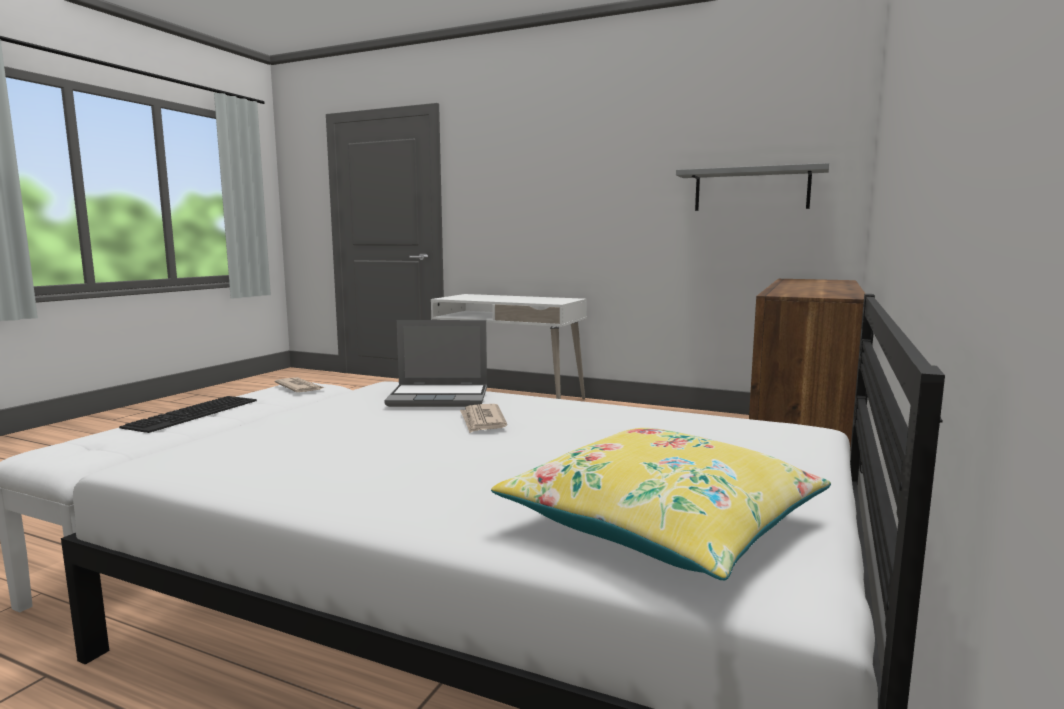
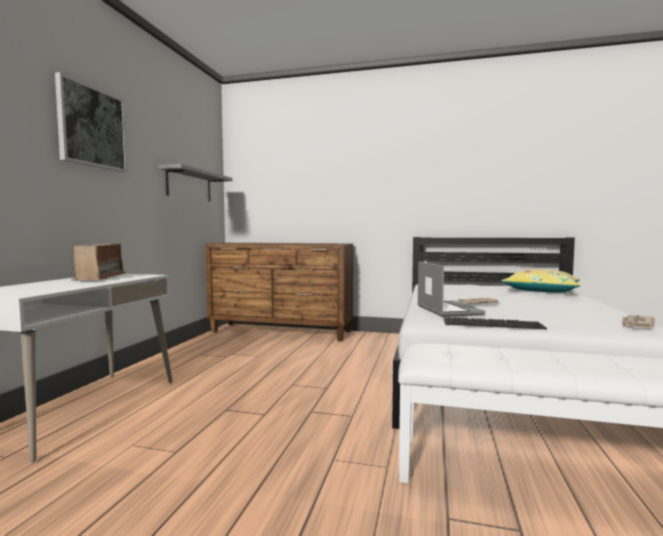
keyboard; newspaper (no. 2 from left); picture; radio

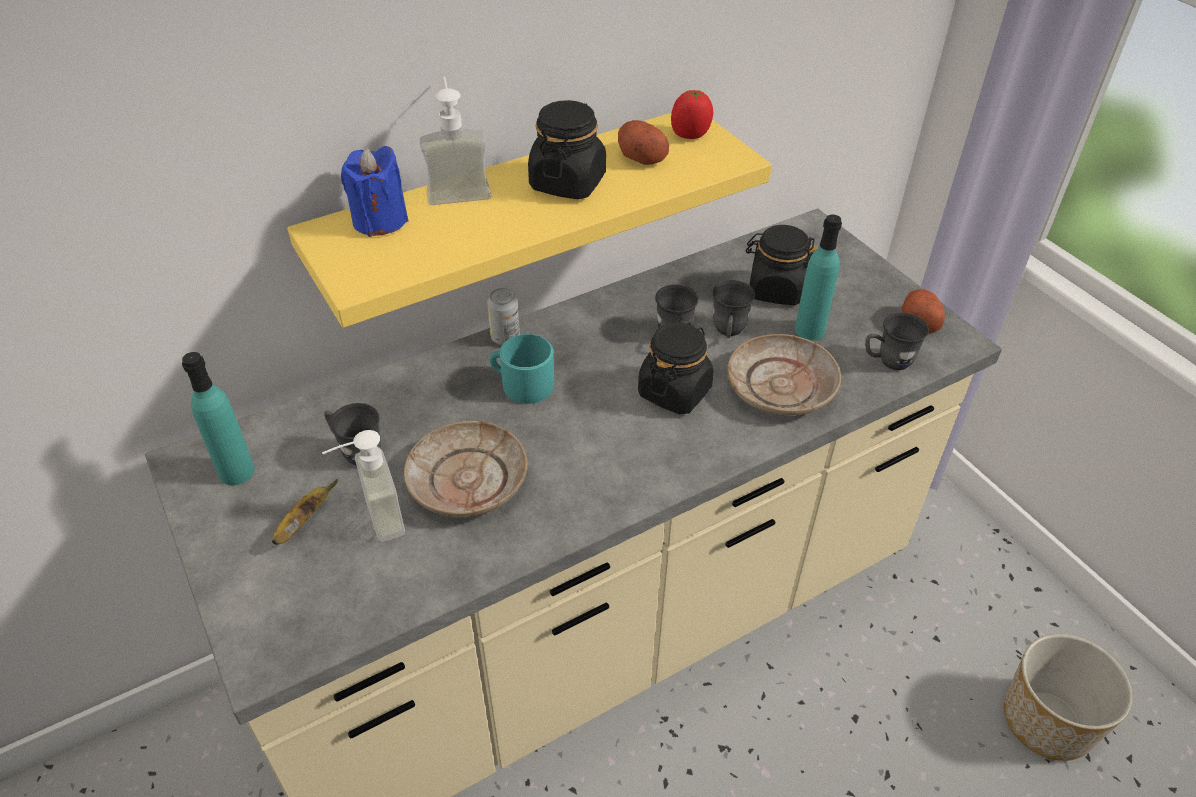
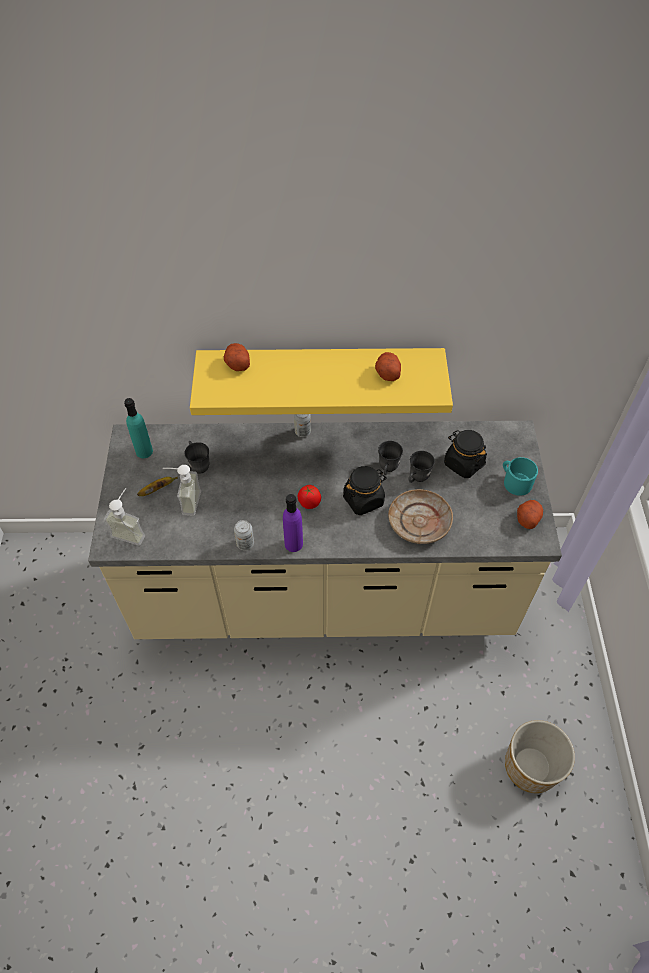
potato (no. 1 from left); beige plate (no. 1 from left in the first image); soap dispenser (no. 1 from left); turquoise mug; black jar (no. 1 from left in the first image); tomato; turquoise bottle (no. 2 from left in the first image); grey mug (no. 4 from left in the first image); can (no. 1 from left); purple bottle

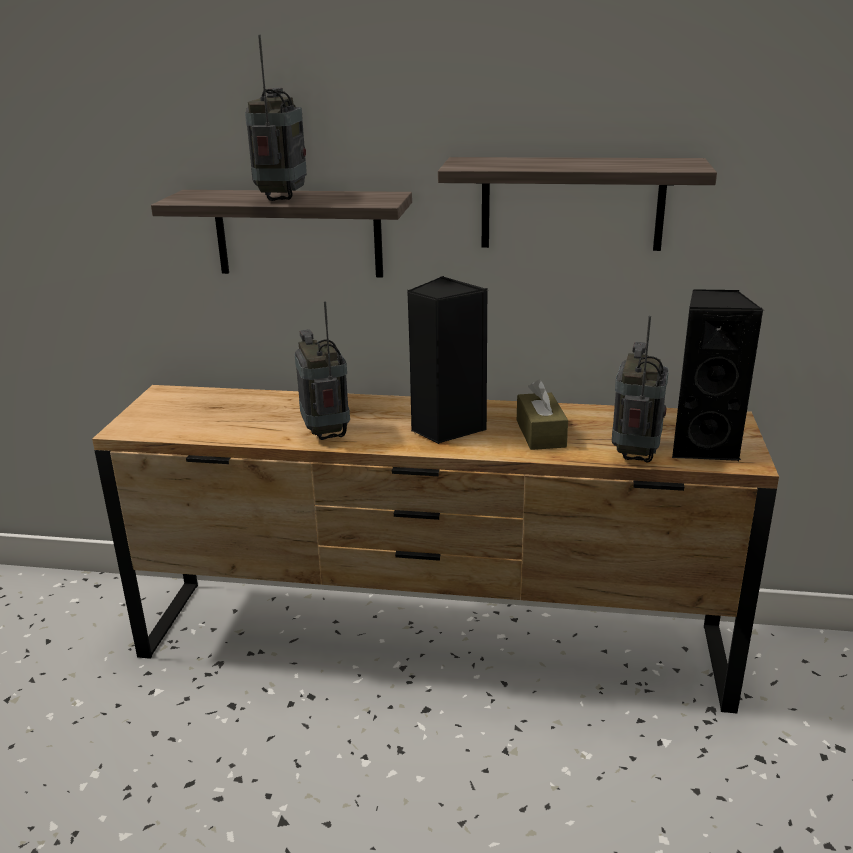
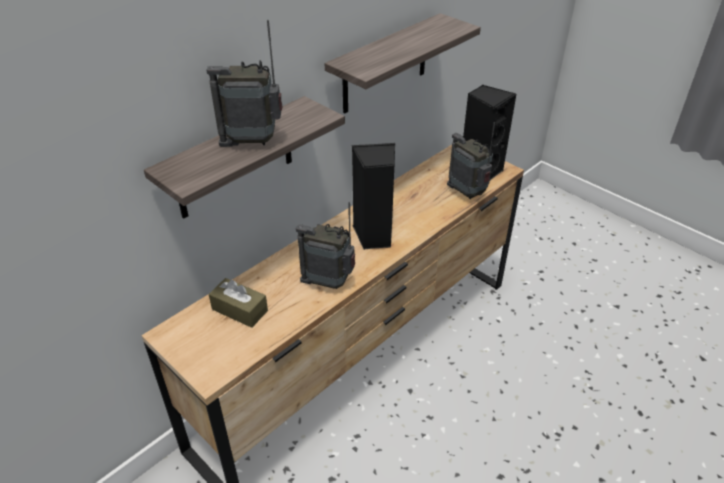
radio (no. 1 from left); brown tissue box

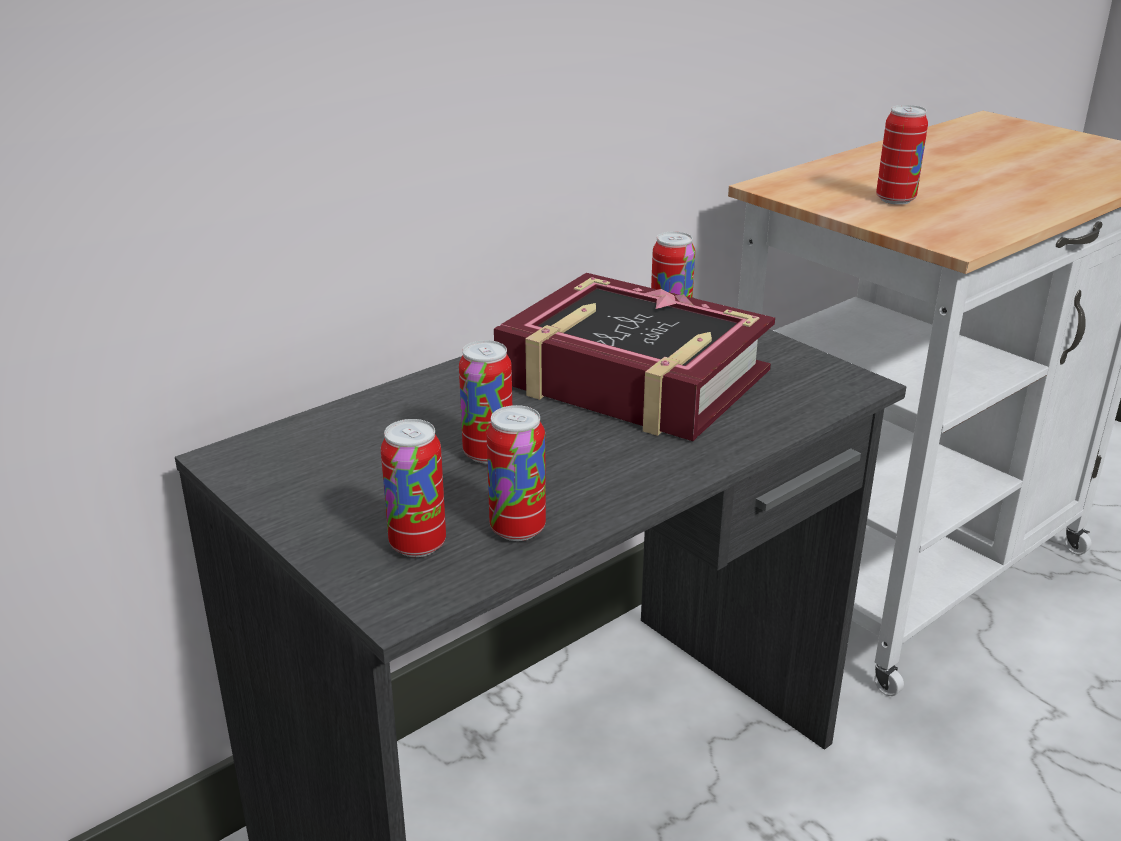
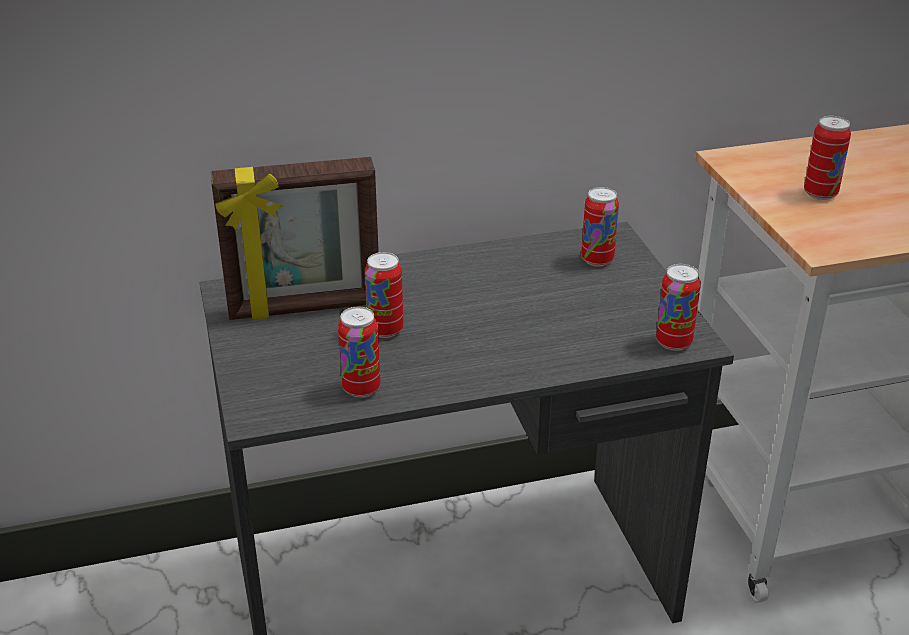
can (no. 4 from left); book; picture frame

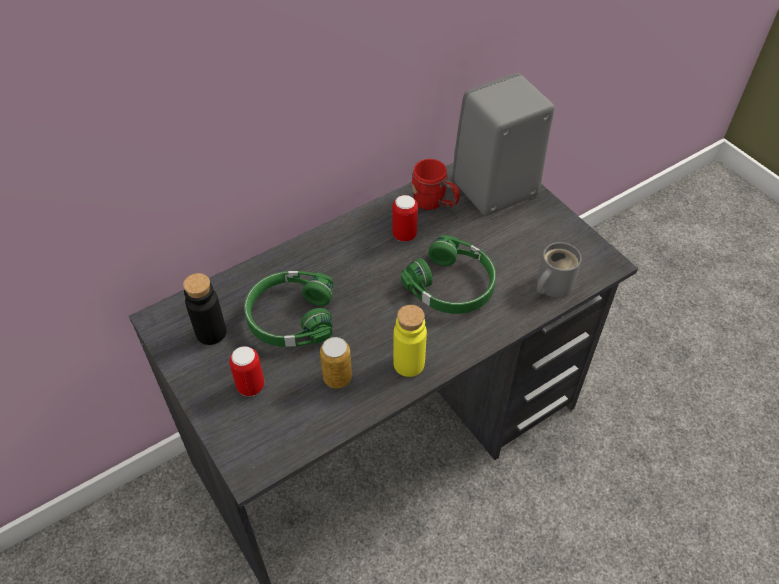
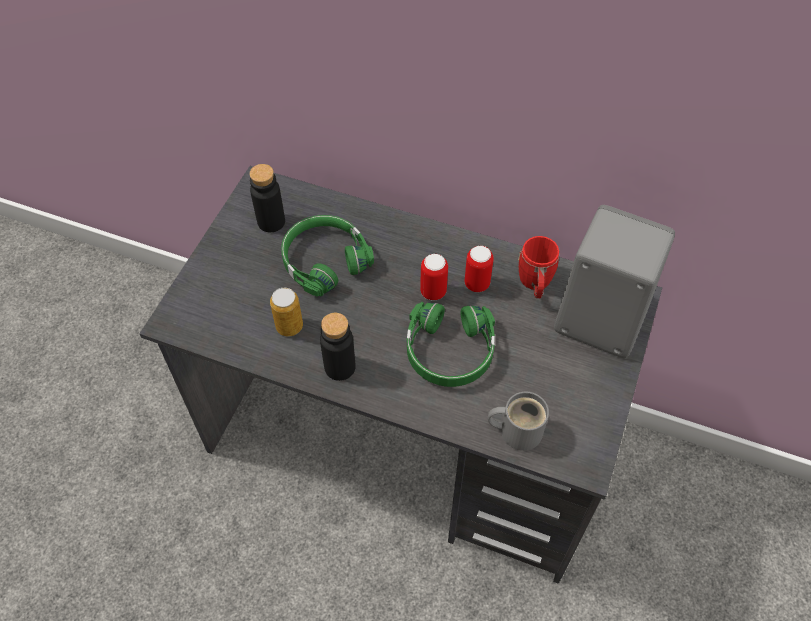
can (no. 2 from left); black bottle (no. 2 from left)

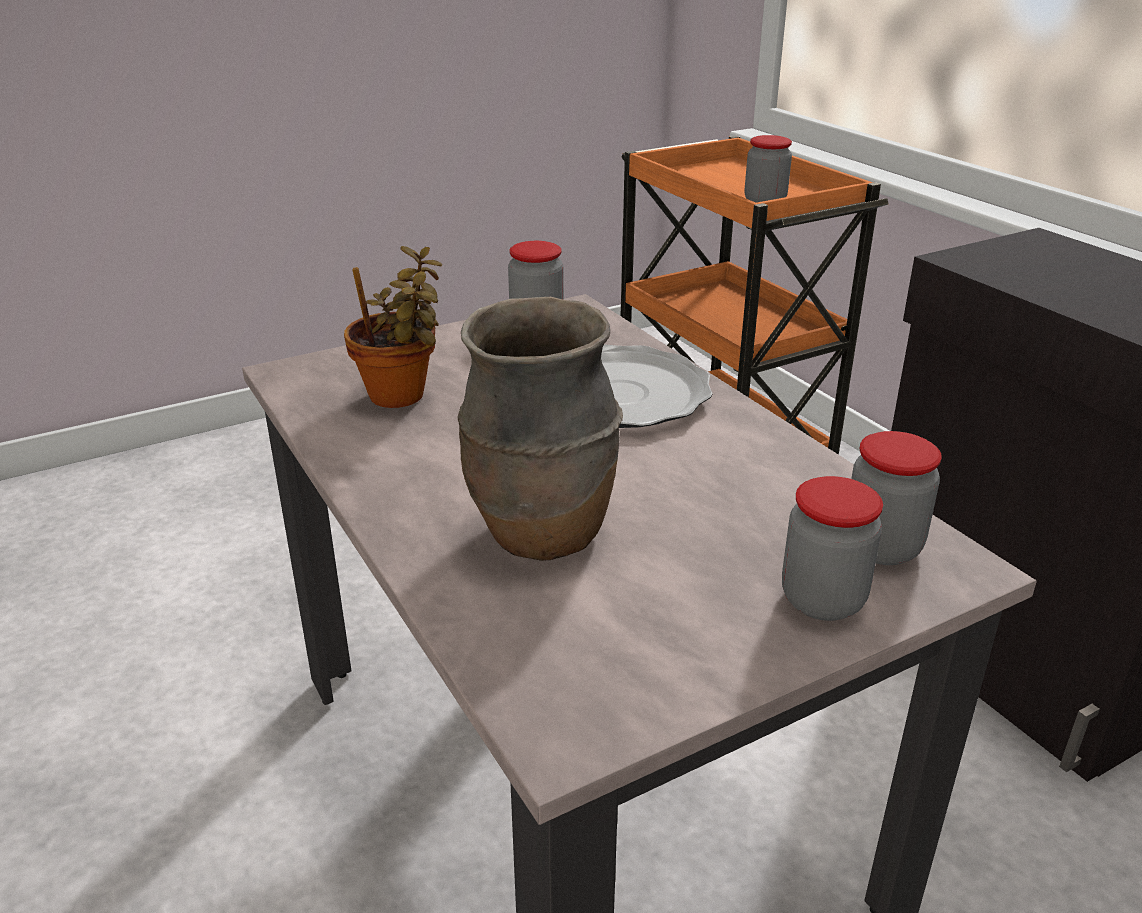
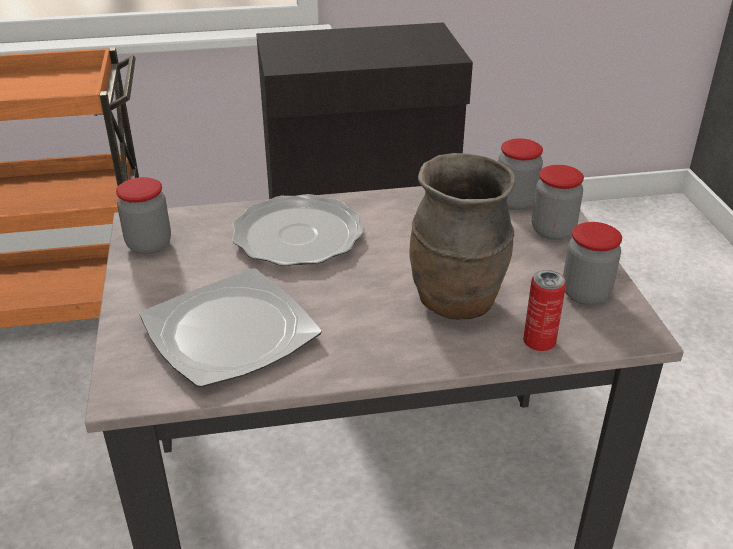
plate (no. 1 from left); jar (no. 4 from left); can

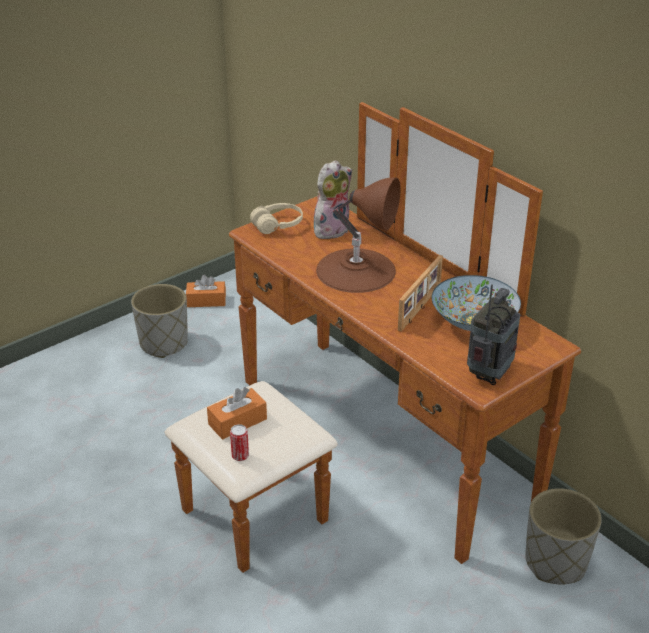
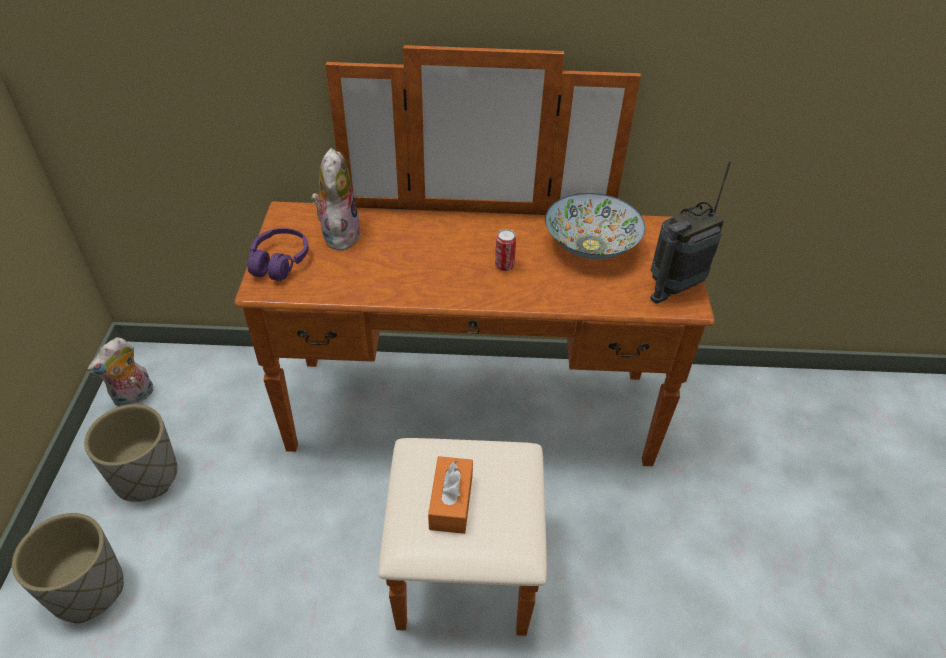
plush toy (no. 1 from left); can; purple headphones; brown table lamp; picture frame; radio; grey planter (no. 1 from left)

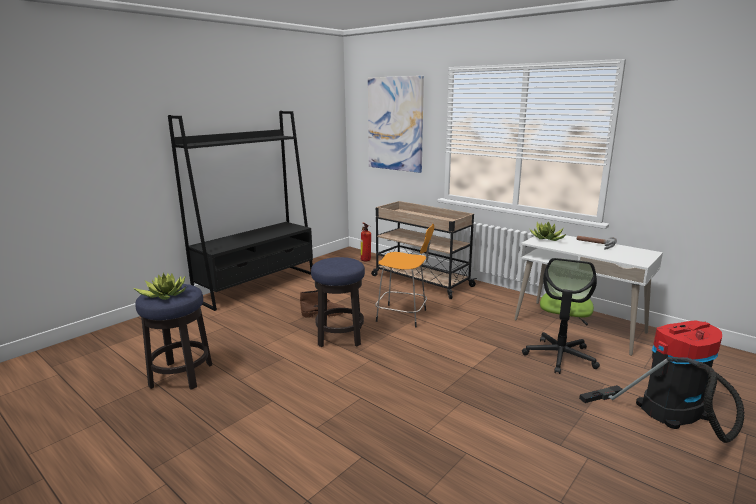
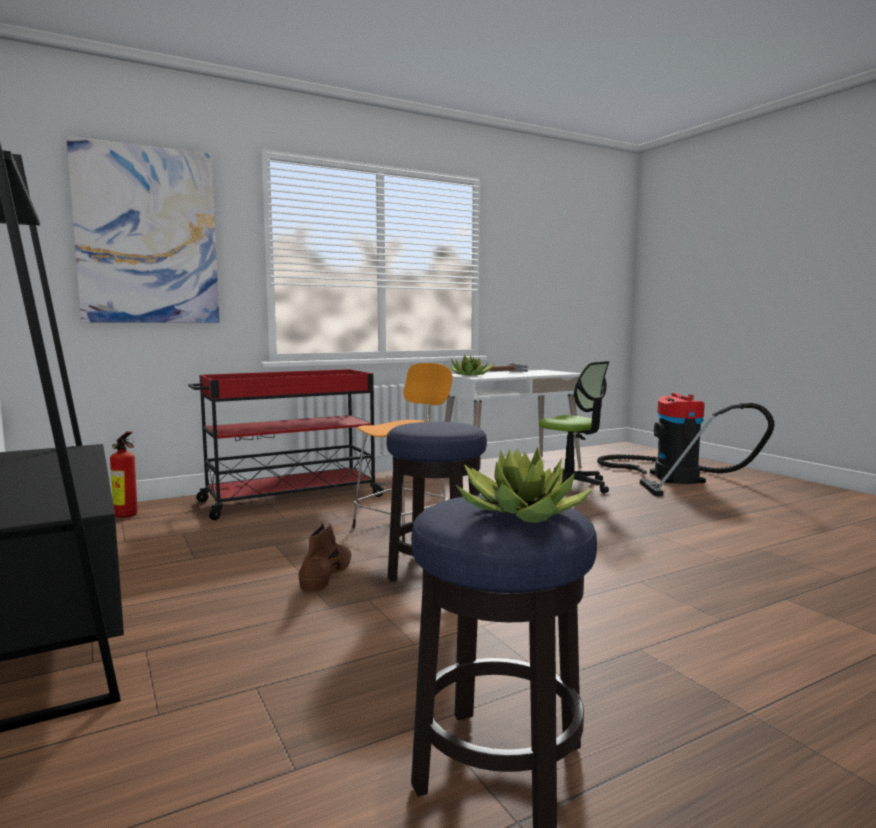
red cart

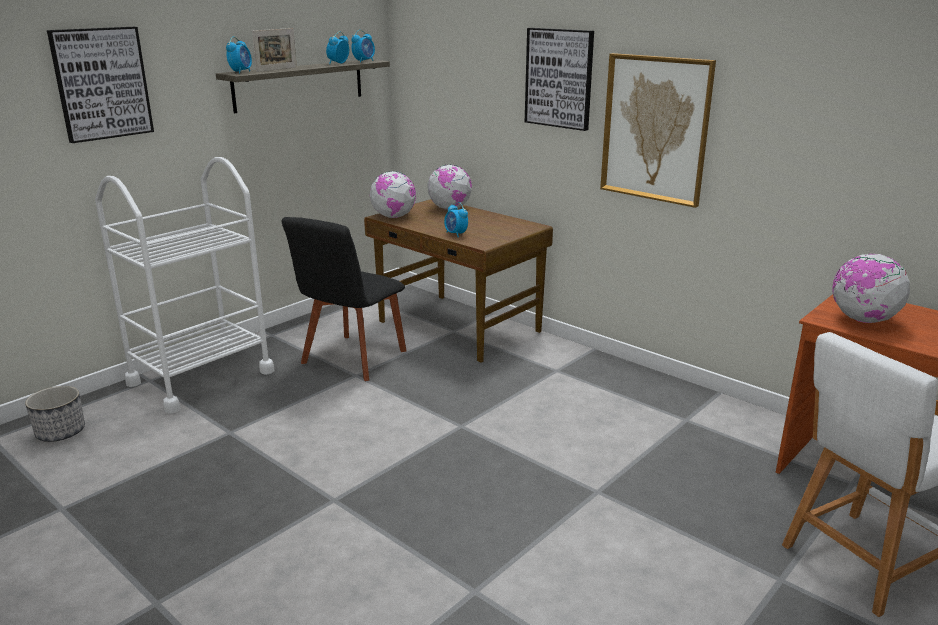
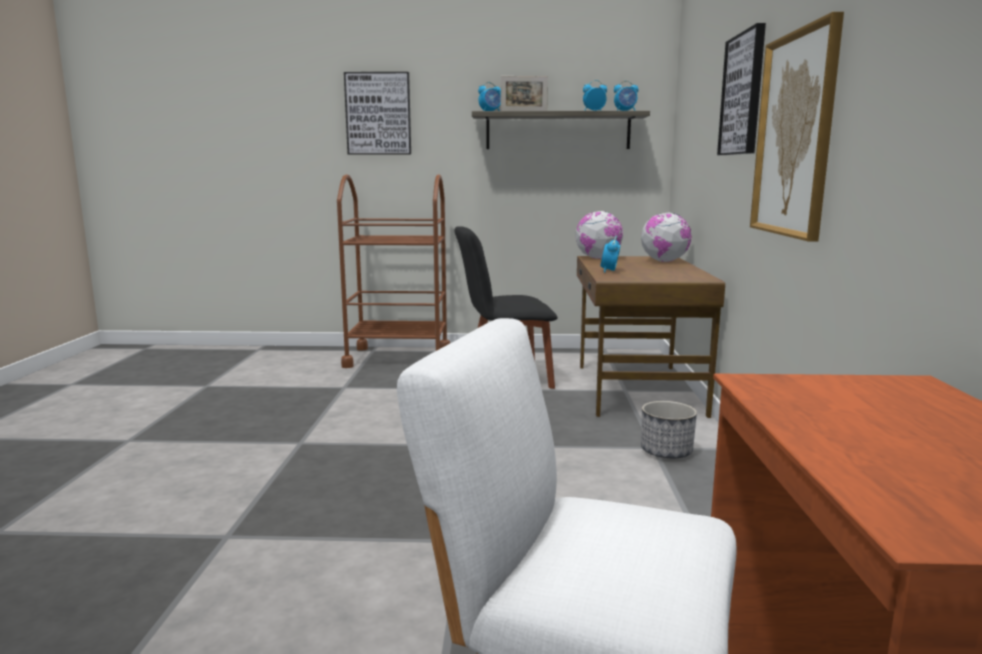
planter; brown cart; globe (no. 3 from left in the first image)

